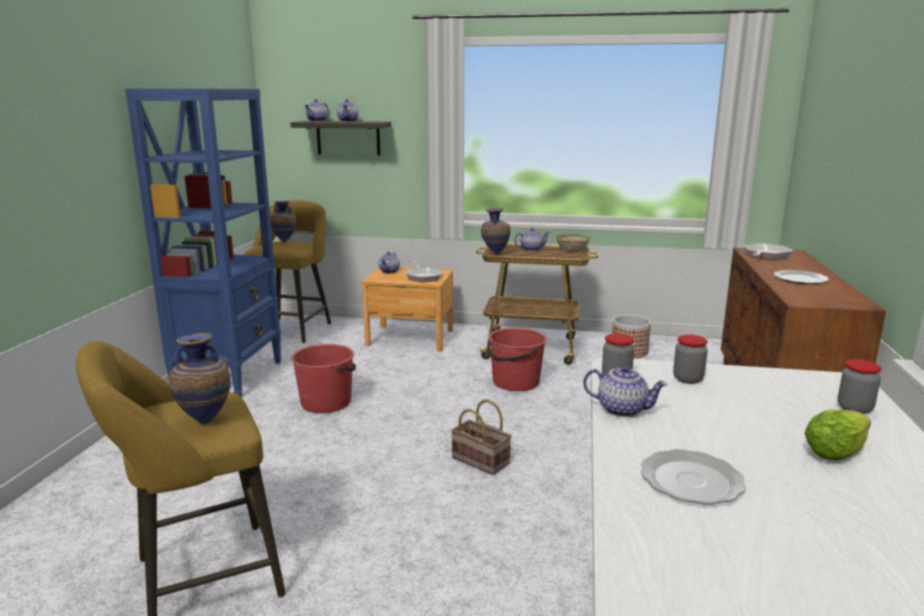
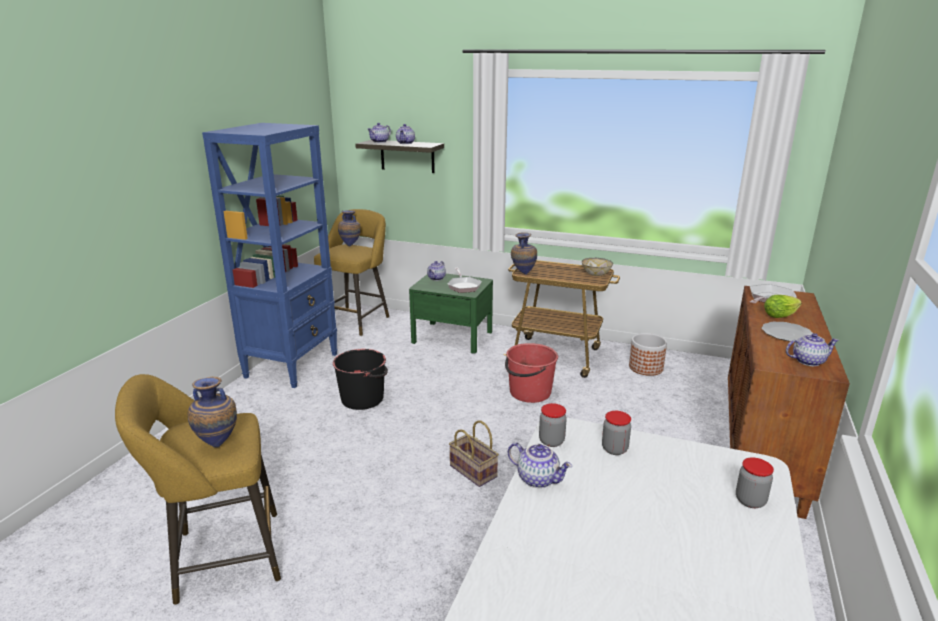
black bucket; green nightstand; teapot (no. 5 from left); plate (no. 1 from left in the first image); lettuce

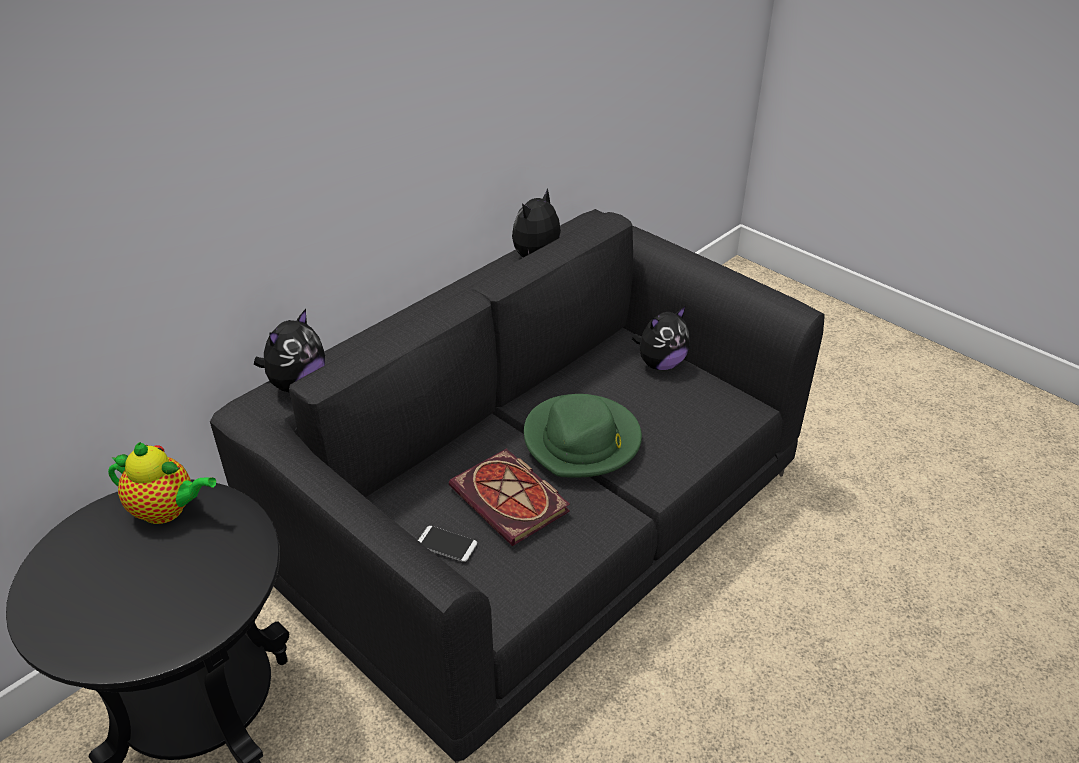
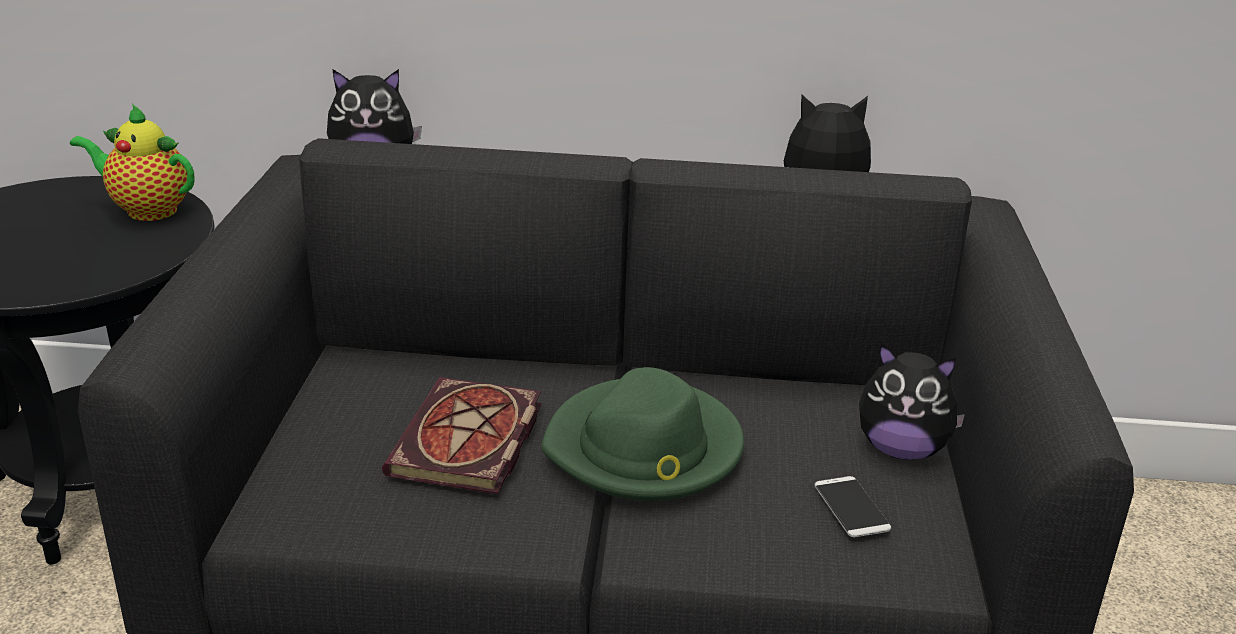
teapot; phone

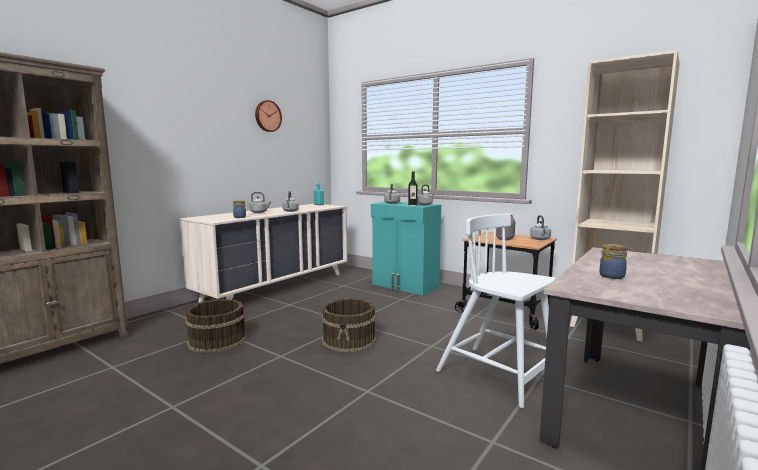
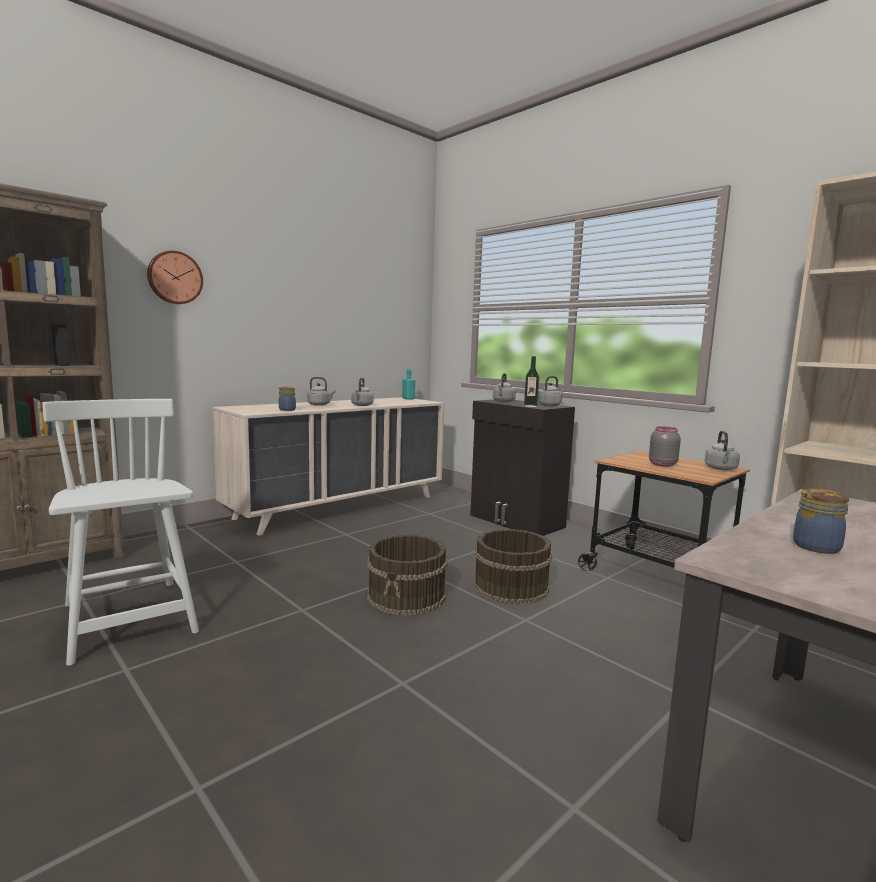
brown bucket (no. 2 from left); wall clock; black cabinet; white chair

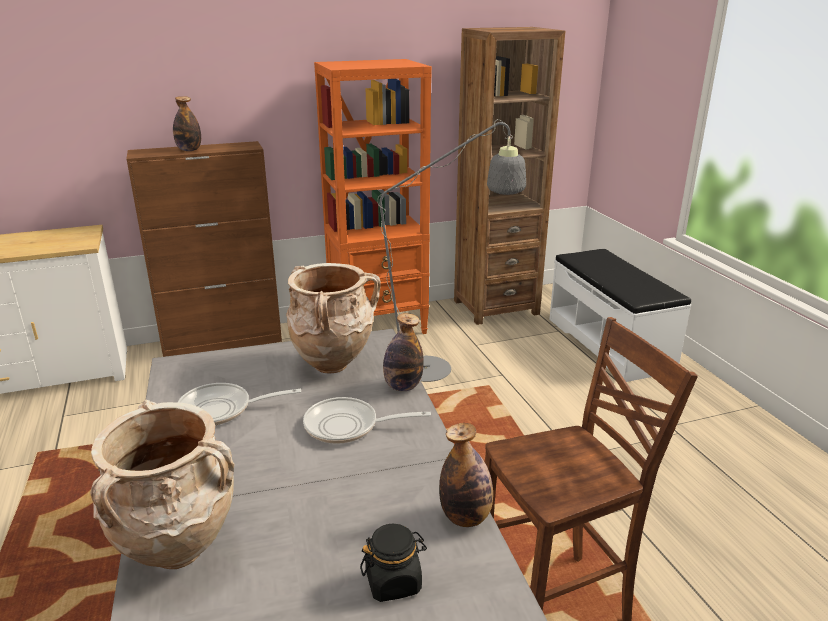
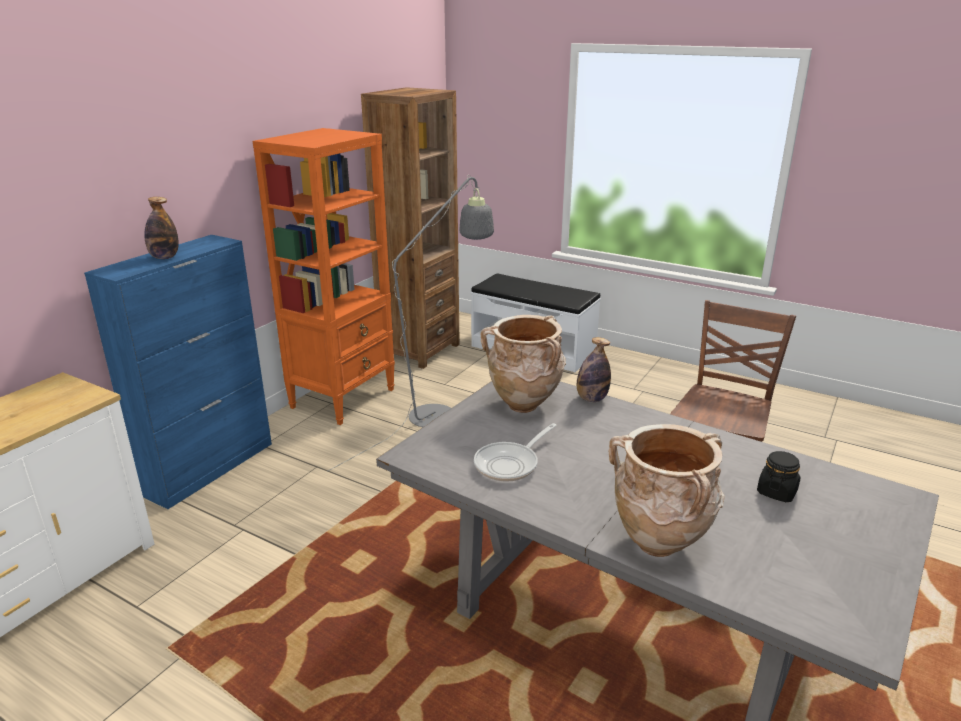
blue cabinet; frying pan (no. 2 from left in the first image); bottle (no. 3 from left in the first image)

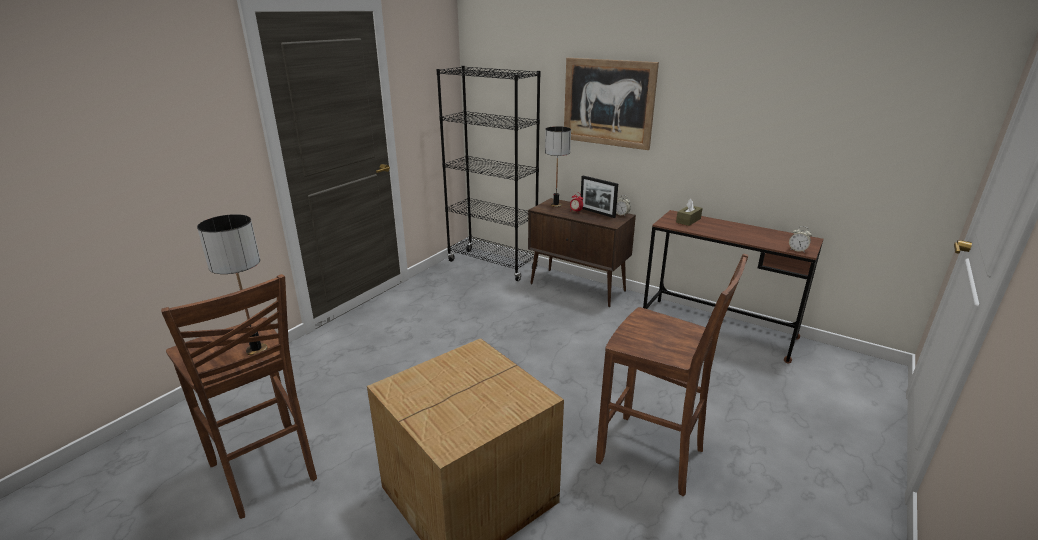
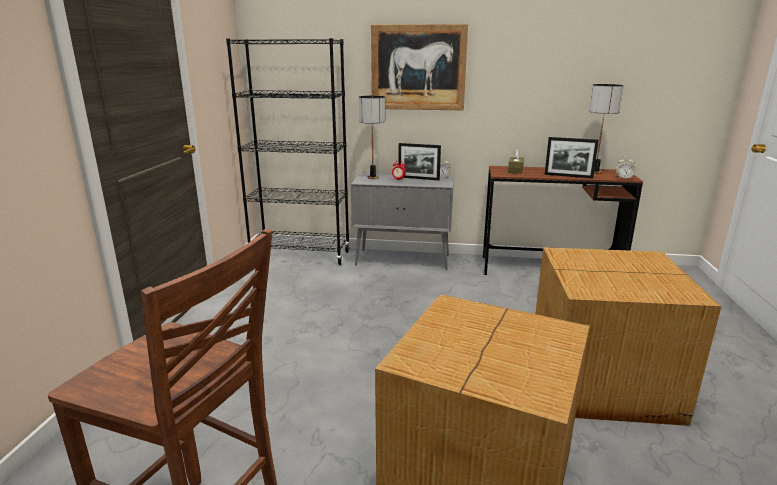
table lamp (no. 2 from left); grey cabinet; cardboard box (no. 2 from left); picture frame (no. 2 from left)

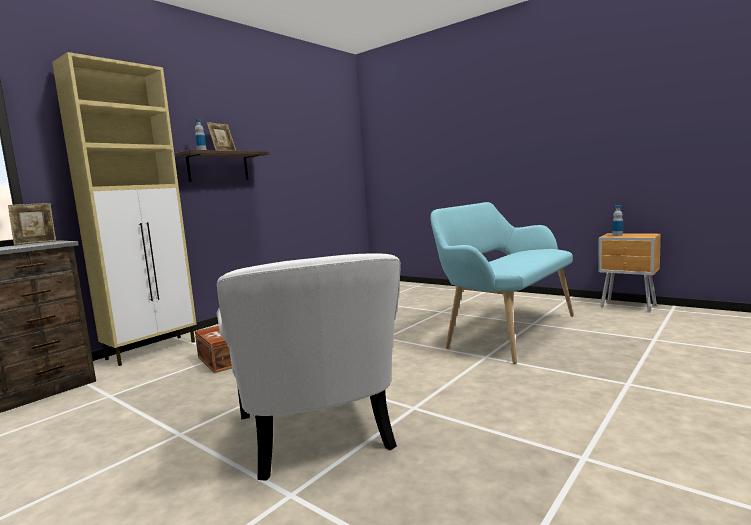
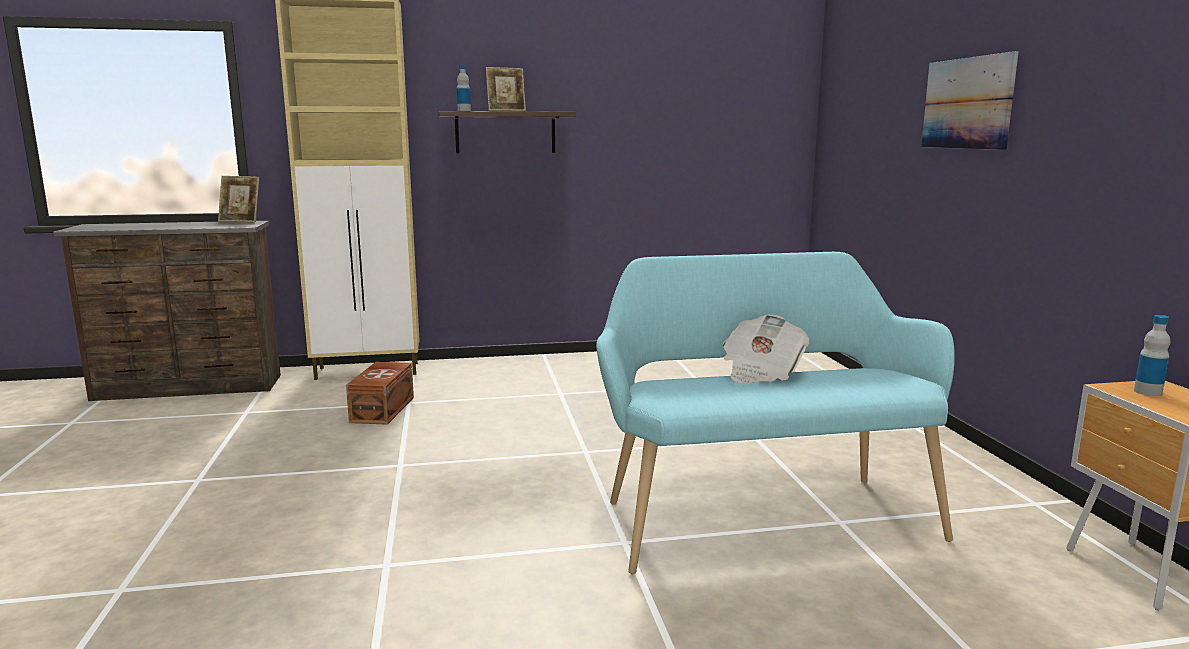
white armchair; newspaper; picture

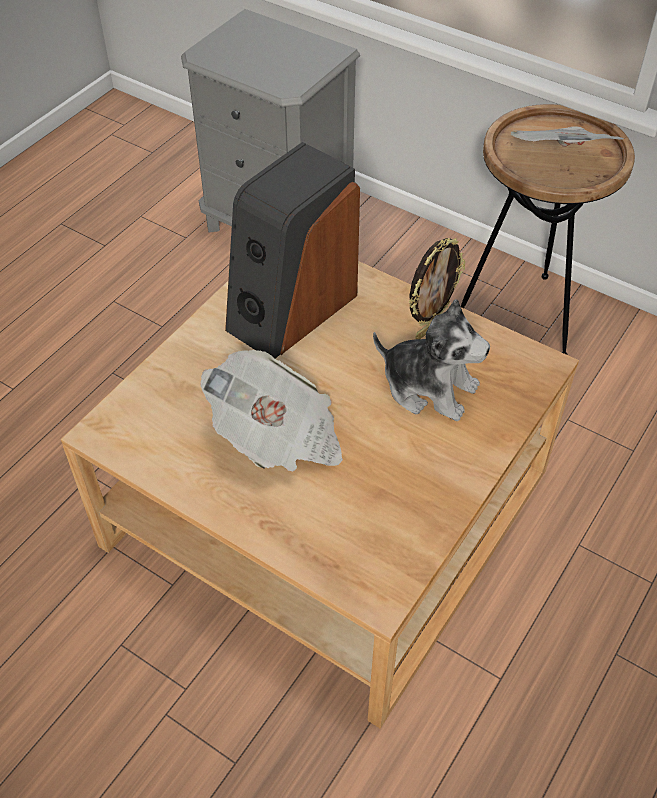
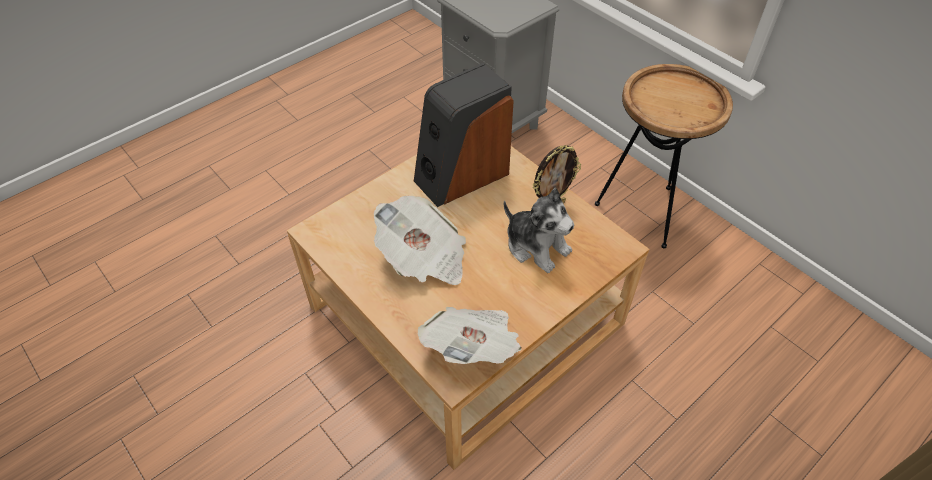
newspaper (no. 2 from left)

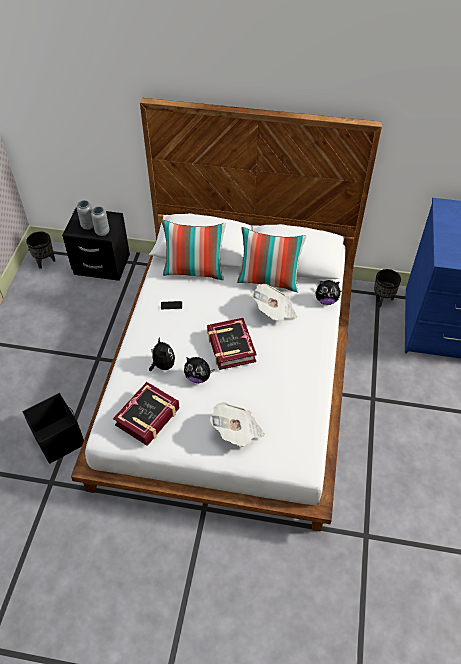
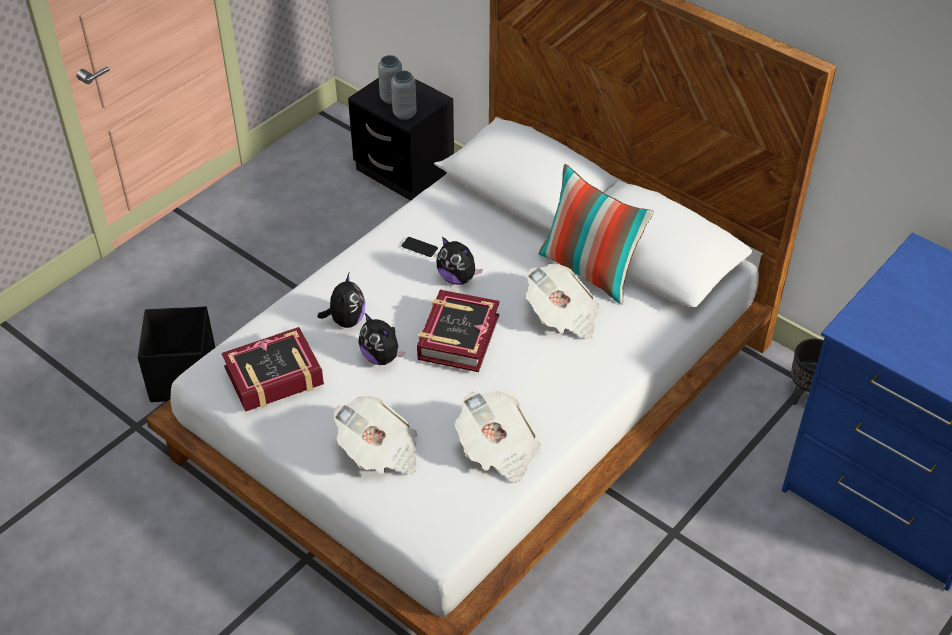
black planter (no. 1 from left in the first image); pillow (no. 1 from left in the first image); plush toy (no. 3 from left); newspaper (no. 2 from left)

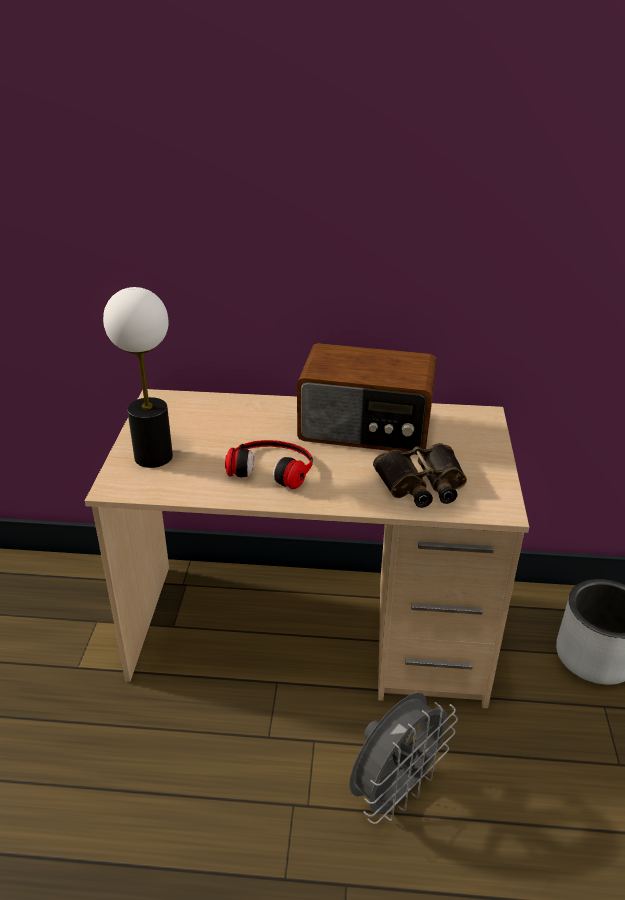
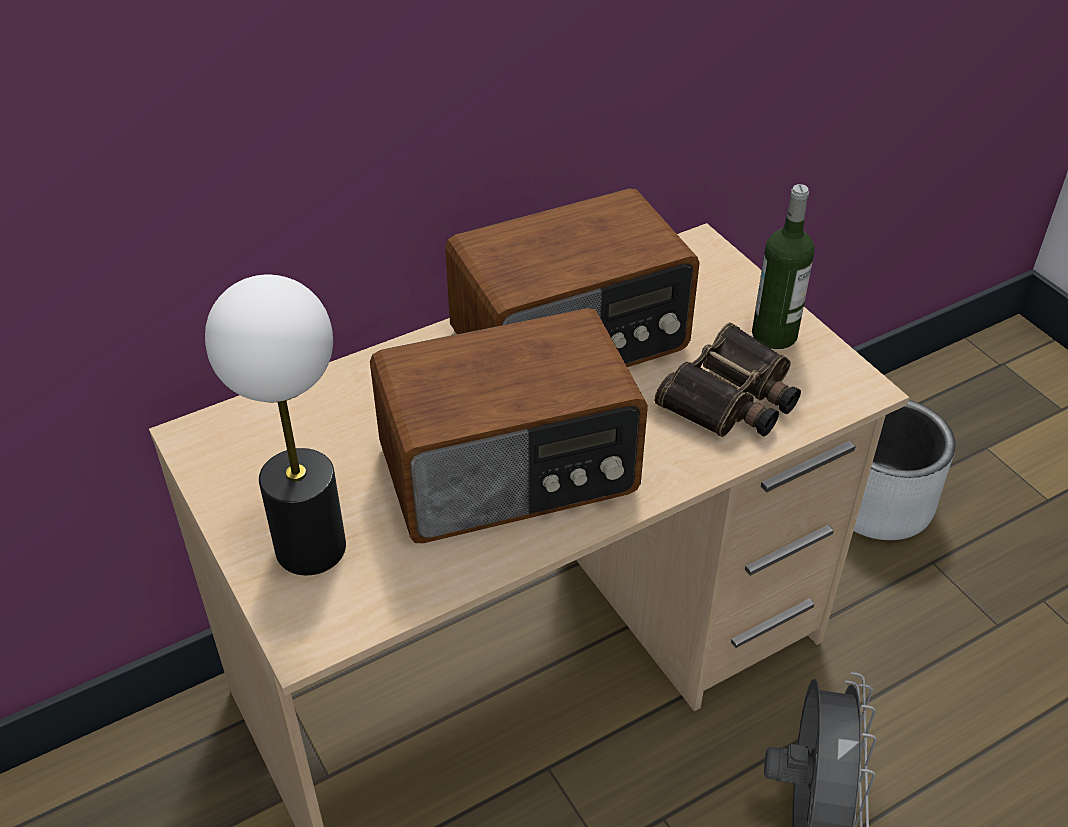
radio (no. 1 from left); bottle

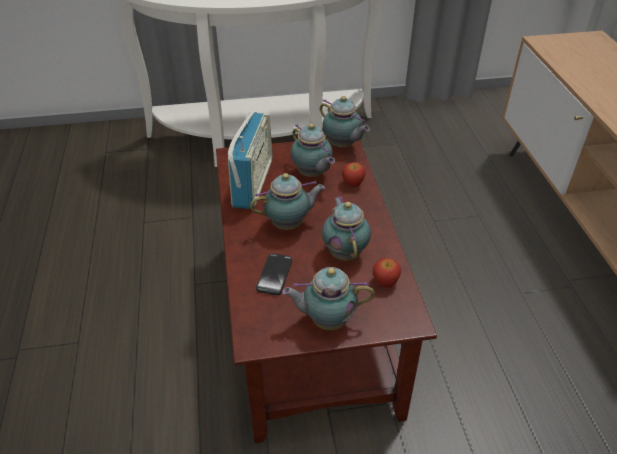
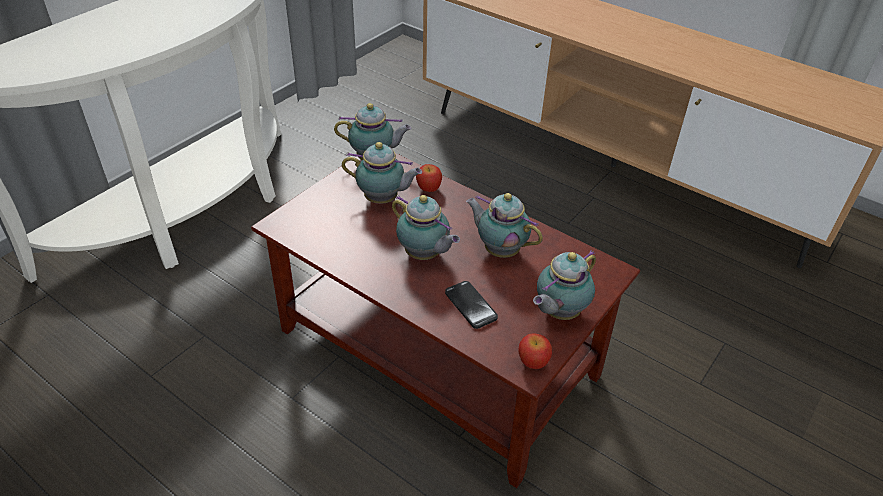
radio; teapot (no. 3 from left); apple (no. 2 from left)

